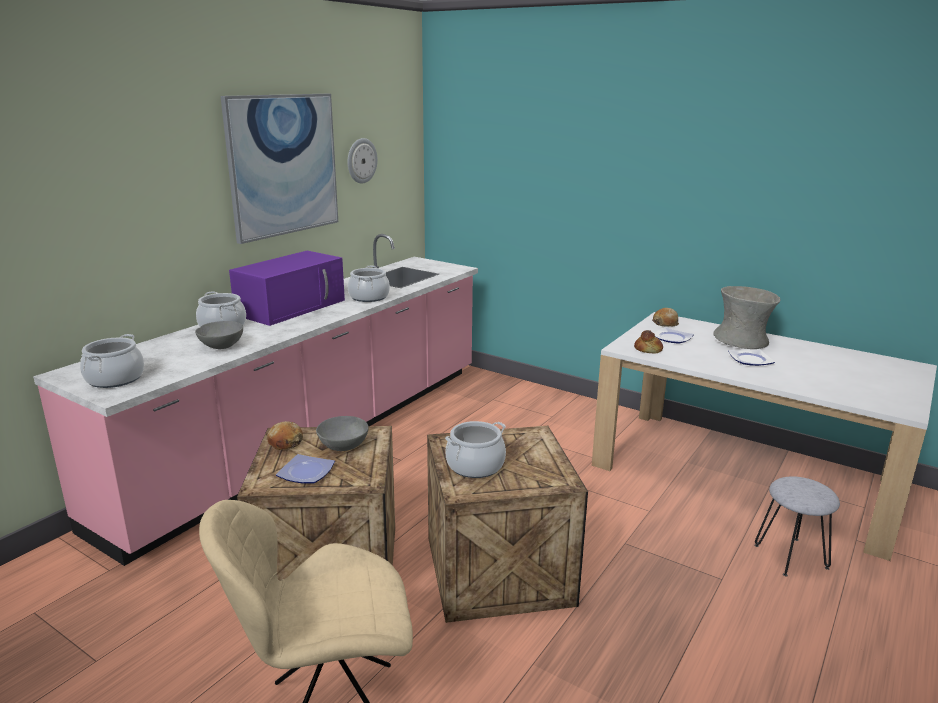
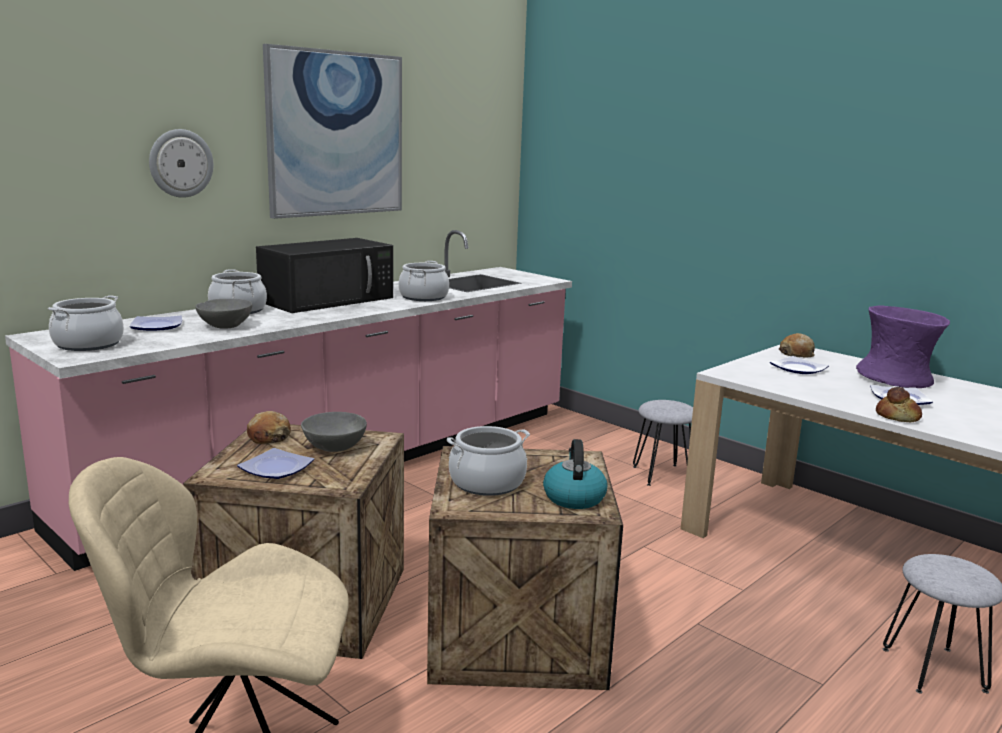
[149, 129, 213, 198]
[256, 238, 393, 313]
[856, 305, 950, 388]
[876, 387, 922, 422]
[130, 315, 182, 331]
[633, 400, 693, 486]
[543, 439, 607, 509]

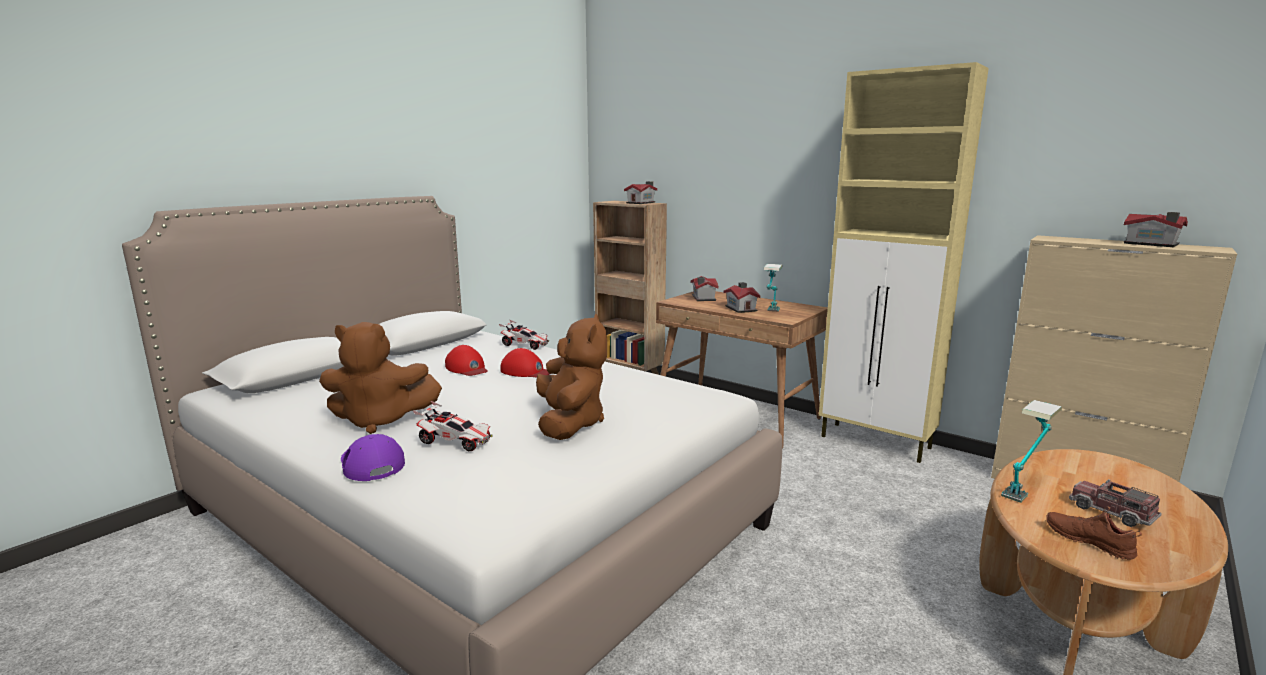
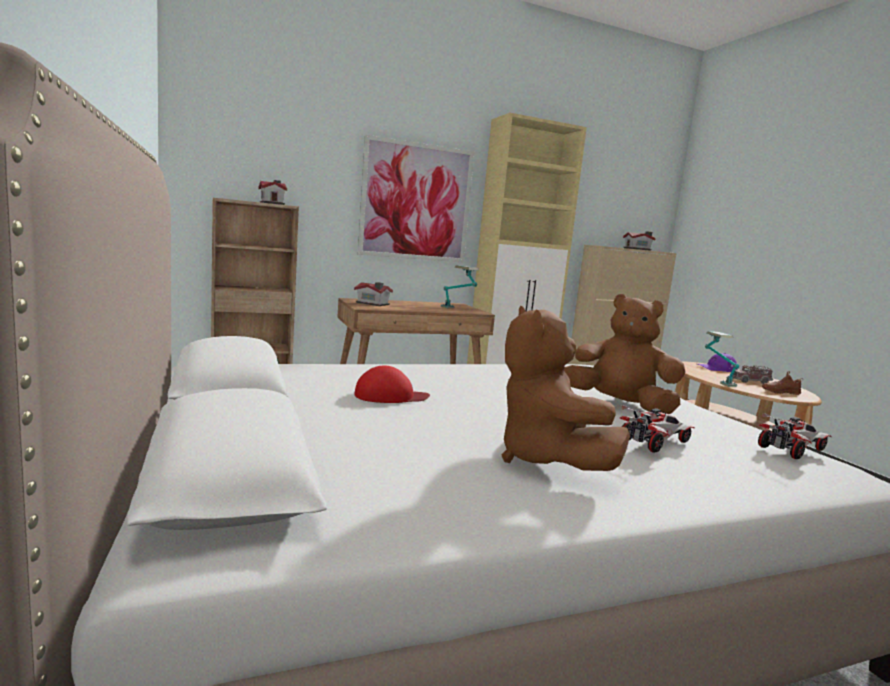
[724, 282, 761, 313] (first image)
[758, 413, 832, 459]
[502, 306, 630, 471]
[501, 348, 550, 377] (first image)
[697, 353, 737, 372]
[358, 135, 474, 263]

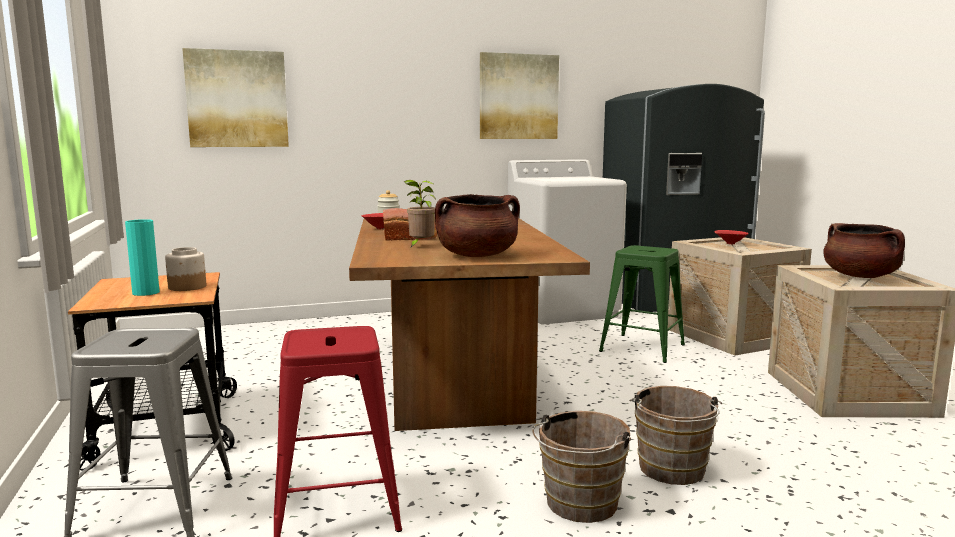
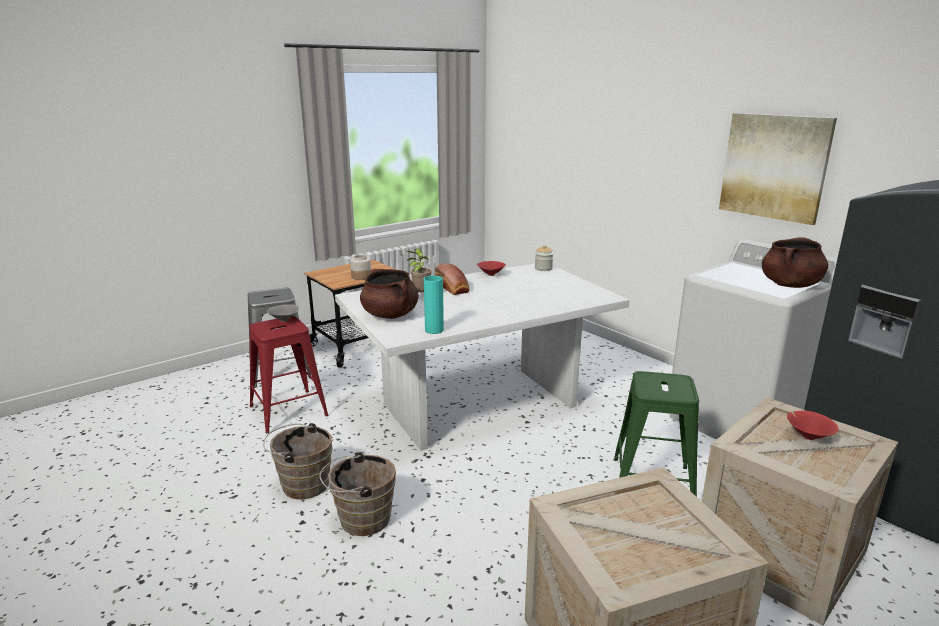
[182, 48, 289, 147] (first image)
[335, 264, 630, 451]
[424, 276, 444, 334]
[762, 237, 828, 288]
[267, 304, 299, 322]

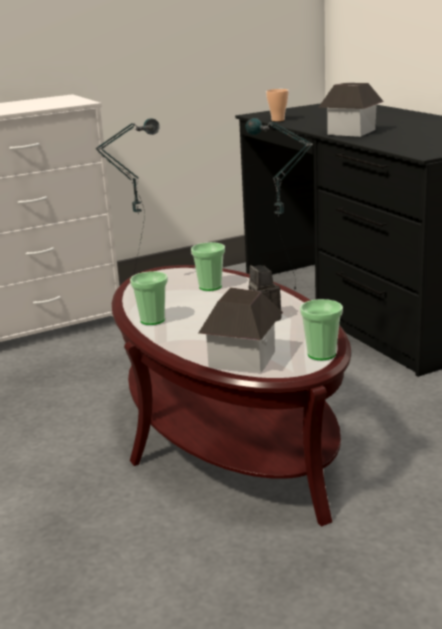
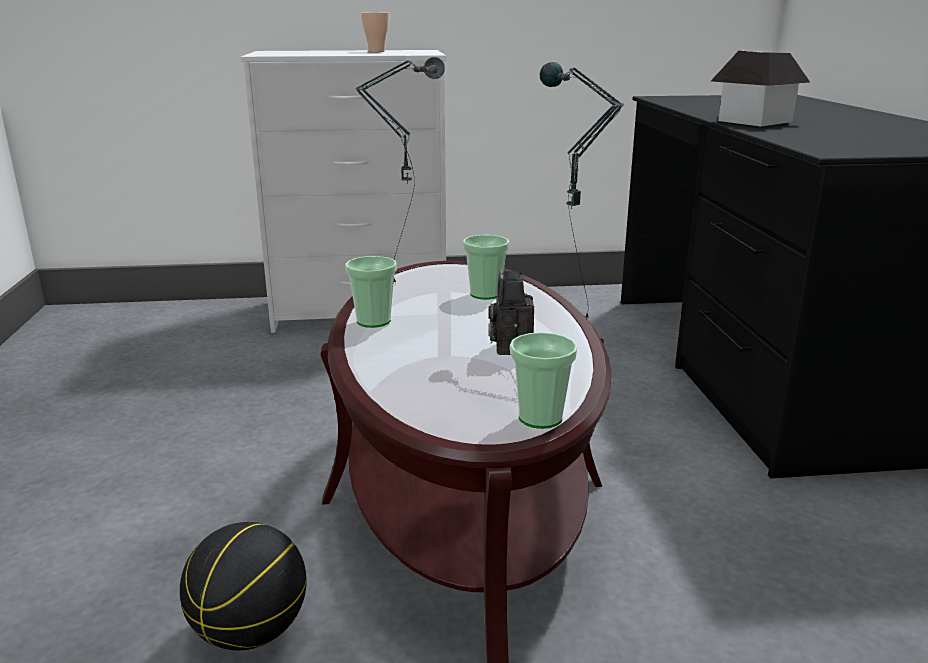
[361, 13, 390, 52]
[199, 287, 283, 373] (first image)
[180, 522, 307, 650]

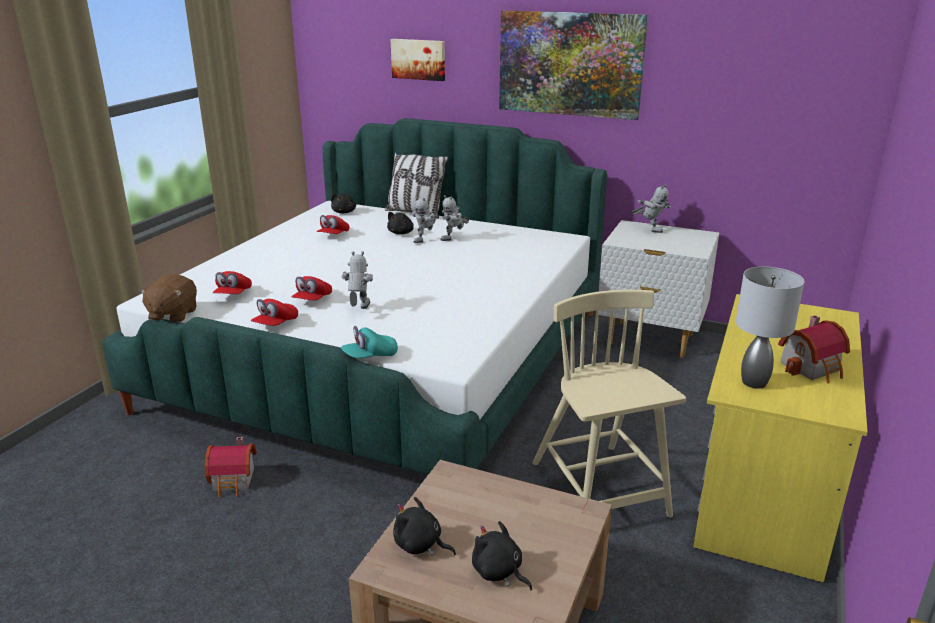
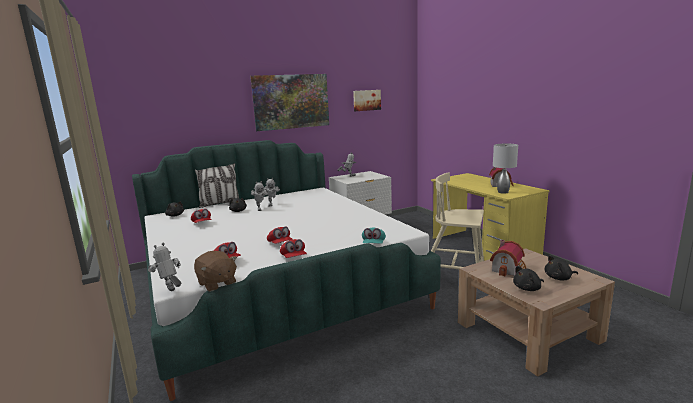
[353, 90, 381, 111]
[148, 242, 181, 291]
[490, 240, 527, 277]

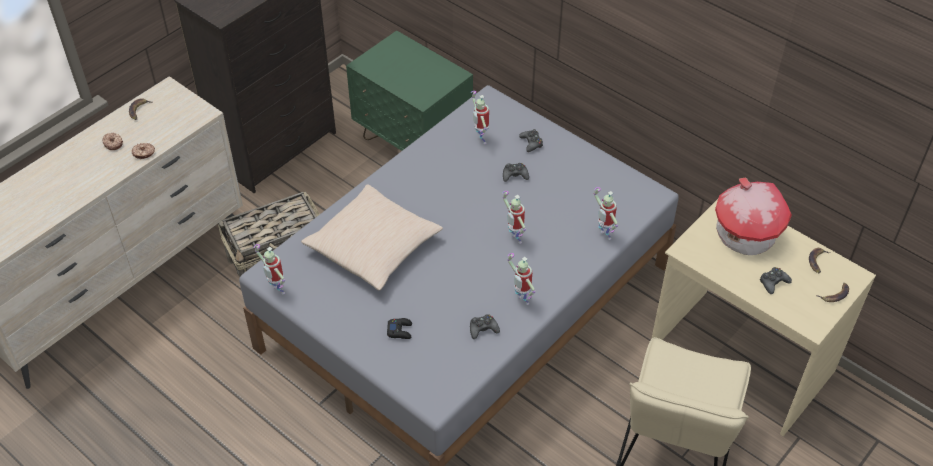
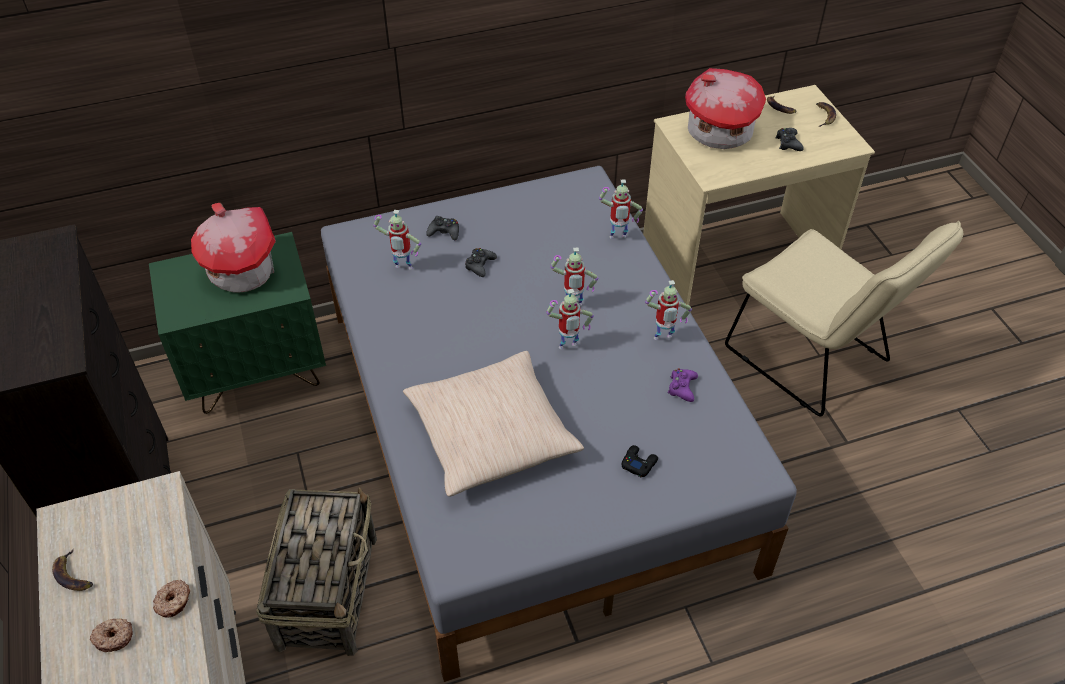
[546, 289, 594, 349]
[668, 369, 698, 402]
[191, 203, 276, 292]

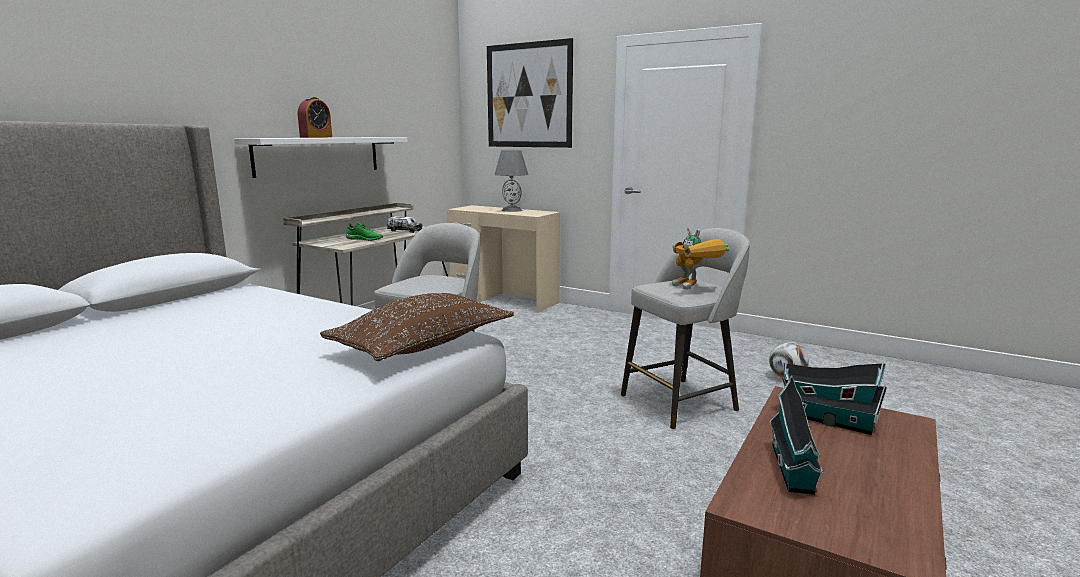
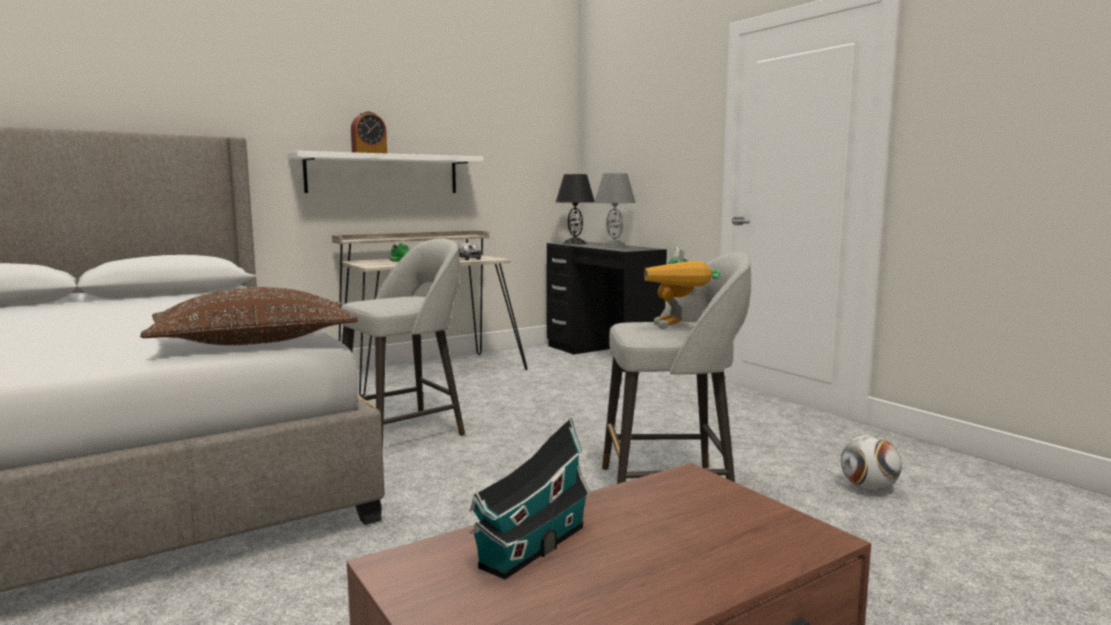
[487, 38, 573, 148] (first image)
[547, 241, 667, 372]
[782, 362, 887, 435] (first image)
[556, 174, 595, 244]

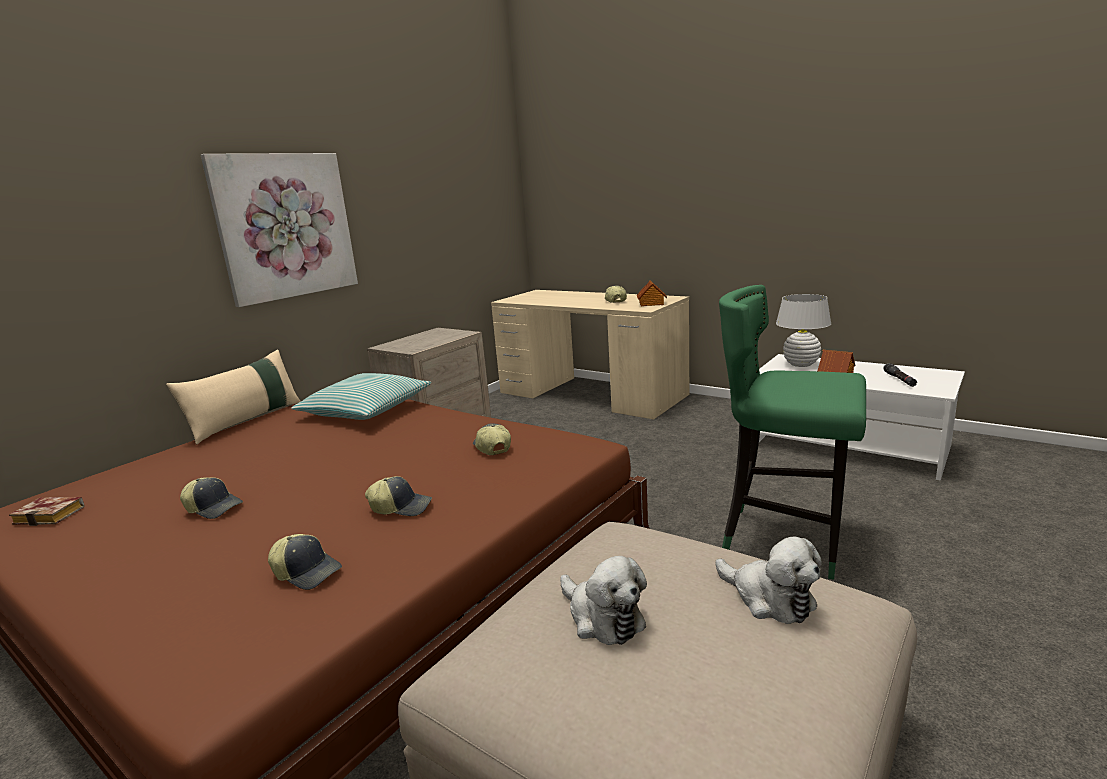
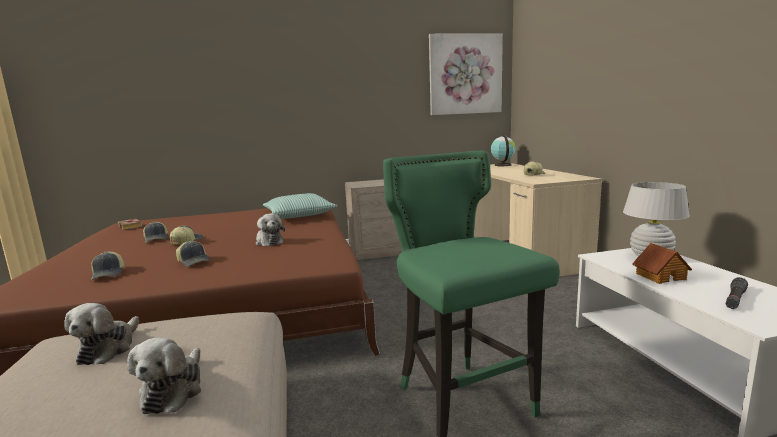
[429, 33, 503, 115]
[637, 281, 667, 306] (first image)
[166, 350, 301, 444] (first image)
[170, 226, 203, 245]
[491, 135, 516, 166]
[256, 213, 285, 246]

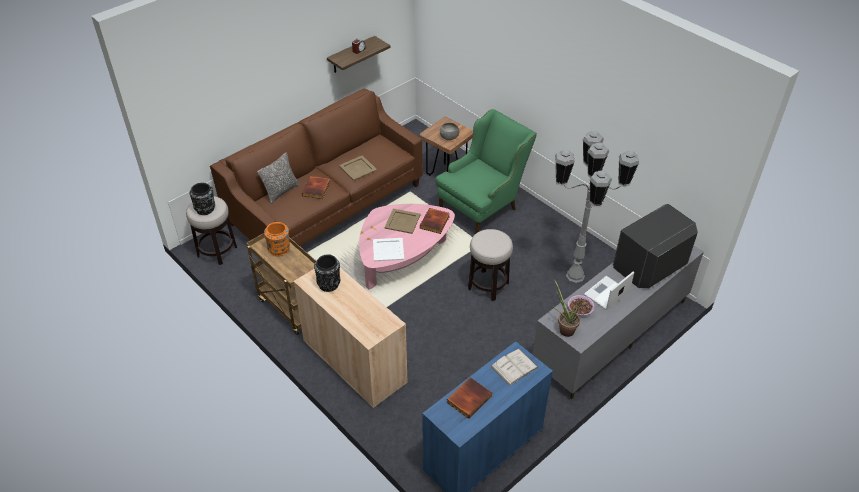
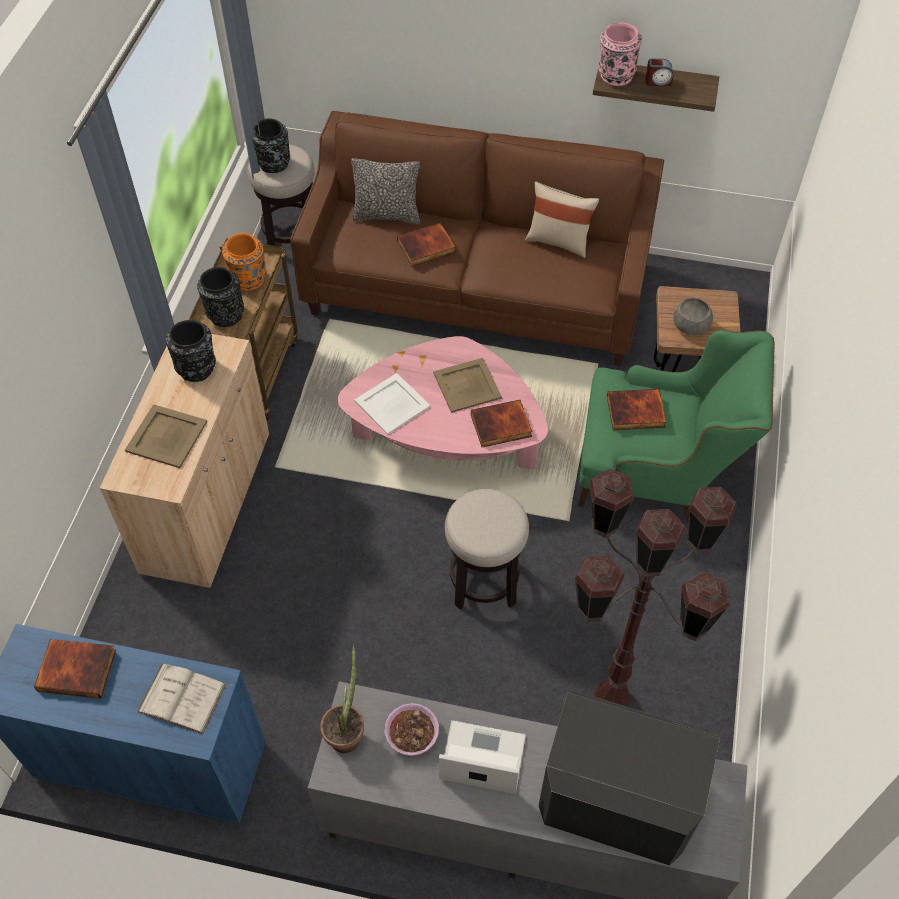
[574, 469, 737, 707]
[125, 404, 207, 468]
[598, 22, 642, 86]
[525, 181, 599, 258]
[197, 267, 244, 327]
[607, 389, 666, 430]

